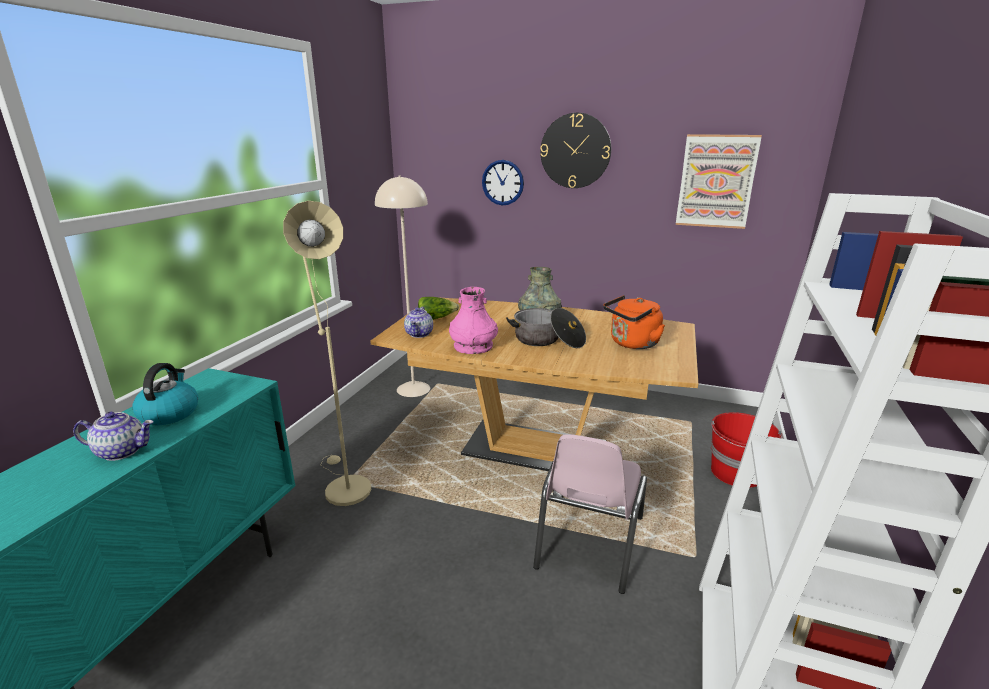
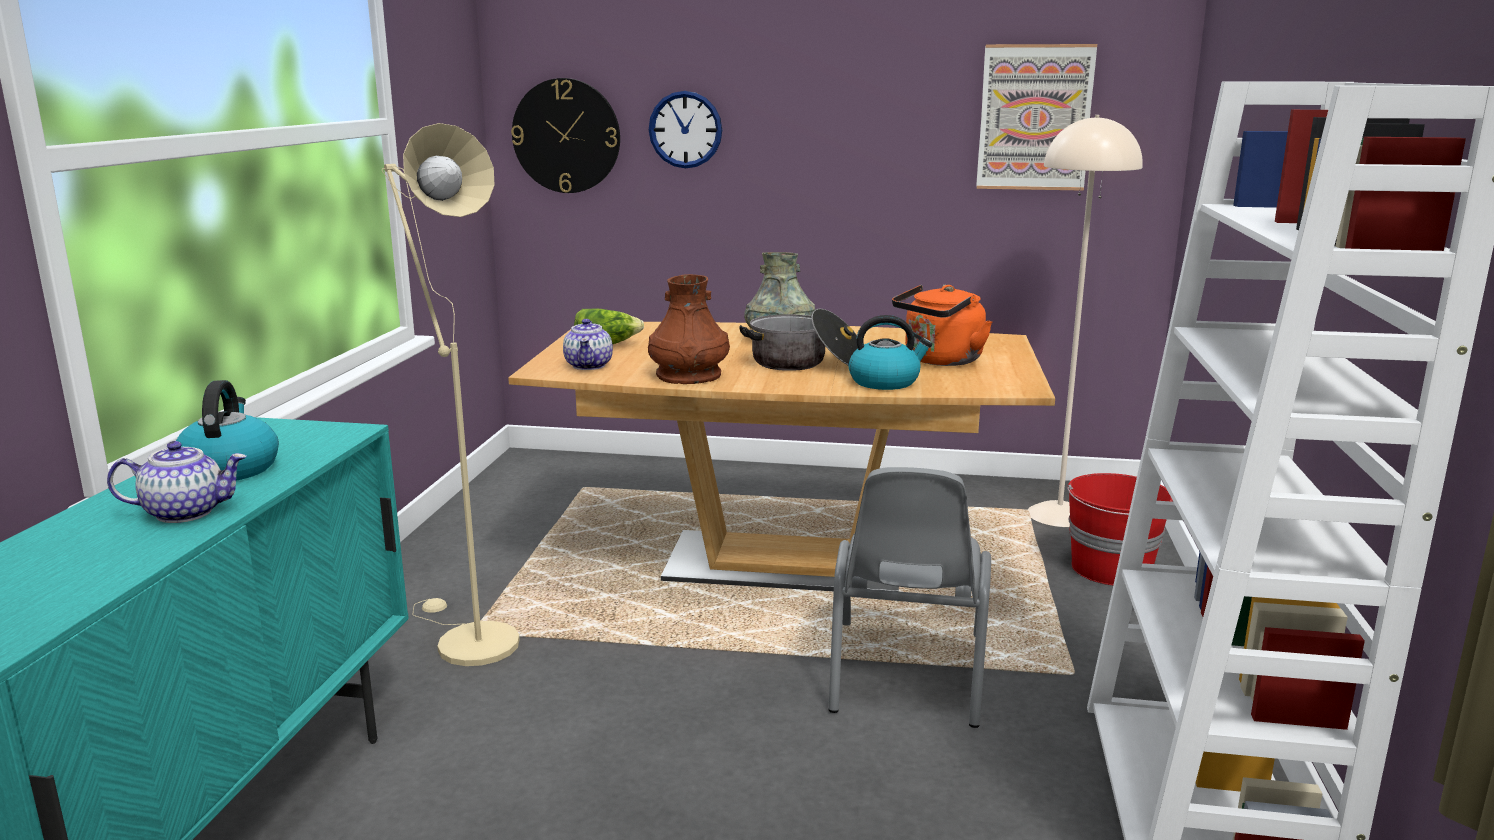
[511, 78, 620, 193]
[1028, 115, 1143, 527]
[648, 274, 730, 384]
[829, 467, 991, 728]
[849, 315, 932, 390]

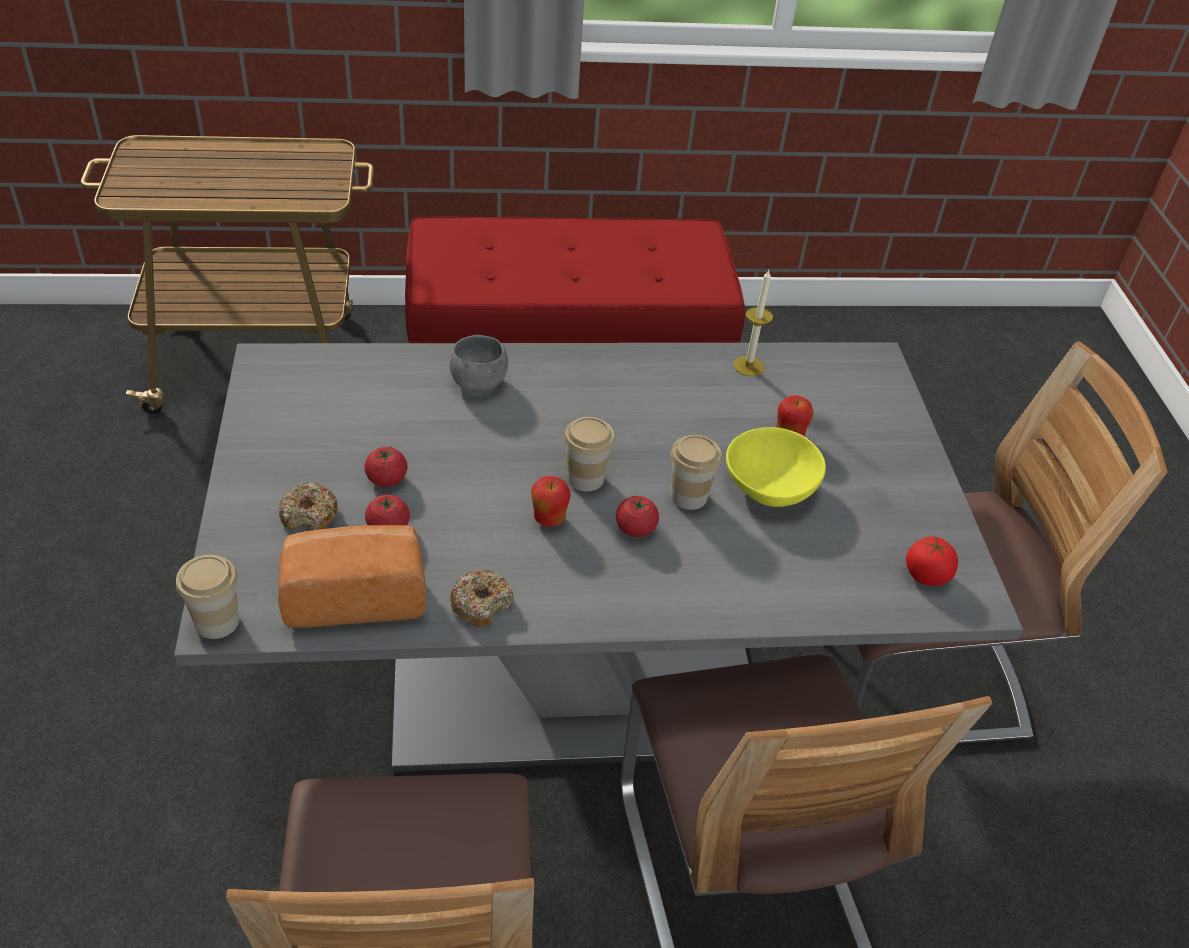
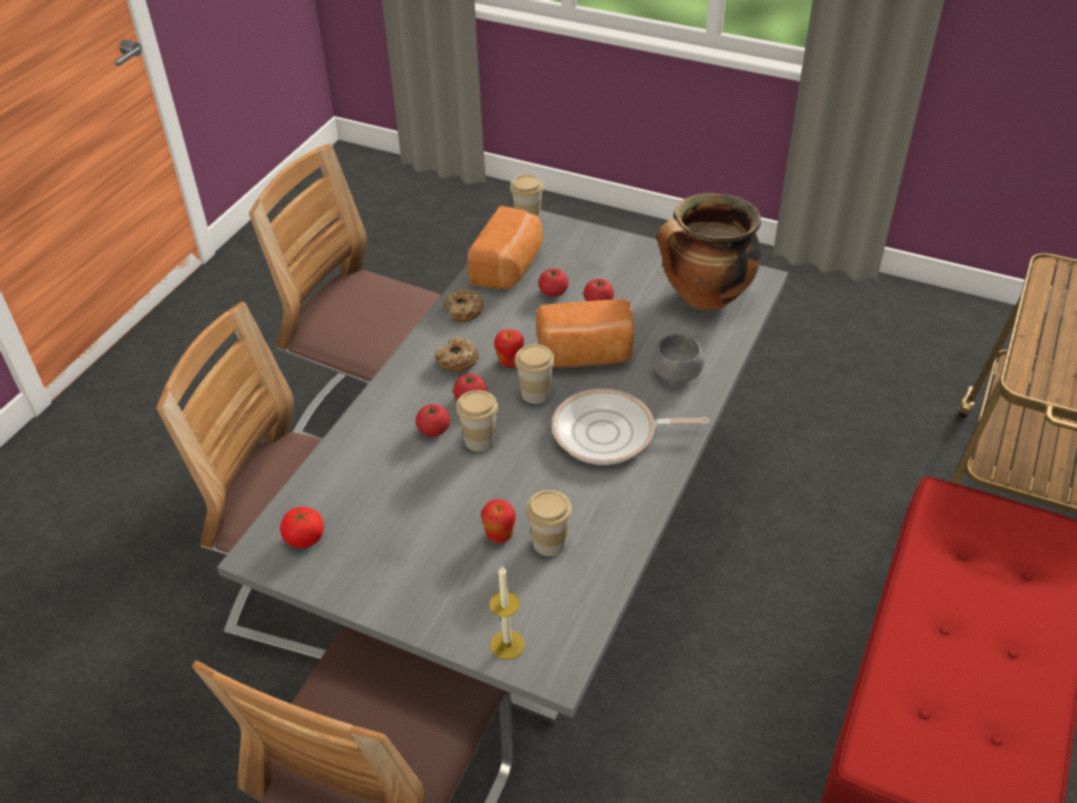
[489, 566, 525, 660]
[726, 427, 826, 507] (first image)
[435, 337, 479, 372]
[657, 193, 761, 310]
[536, 299, 634, 367]
[551, 389, 710, 465]
[416, 404, 450, 437]
[526, 490, 572, 556]

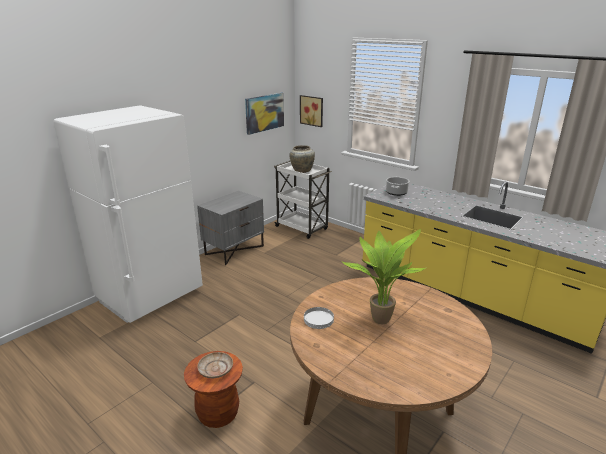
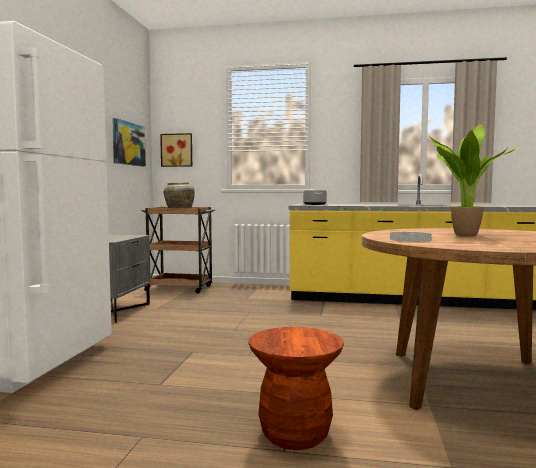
[142, 207, 216, 293]
[197, 352, 233, 378] (first image)

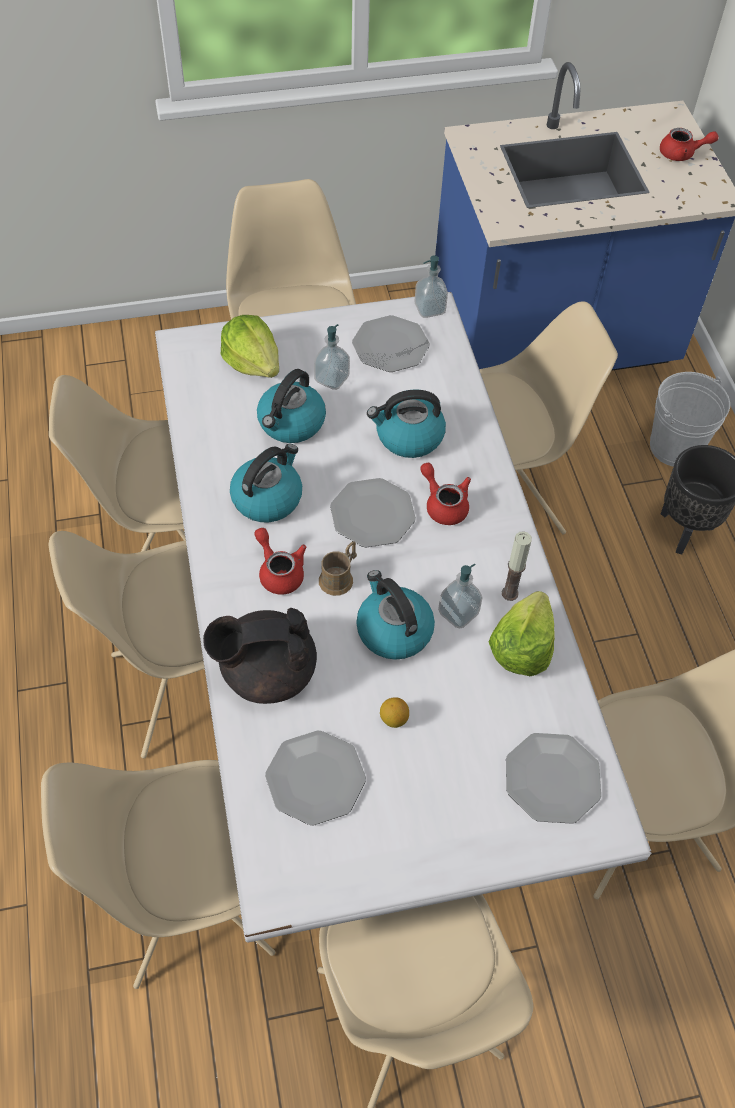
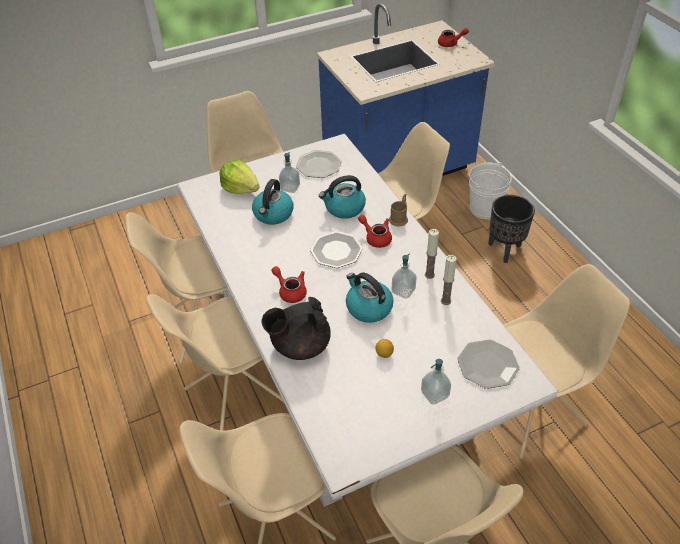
[421, 359, 451, 405]
[230, 444, 302, 522] (first image)
[389, 194, 408, 227]
[441, 255, 457, 305]
[265, 731, 366, 825] (first image)

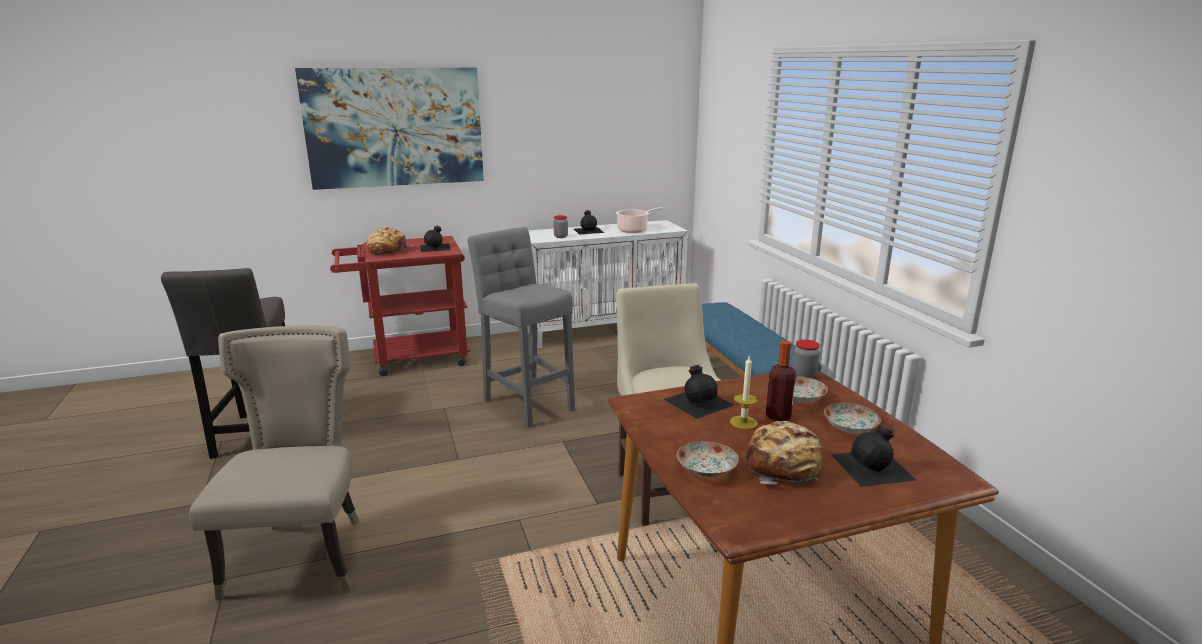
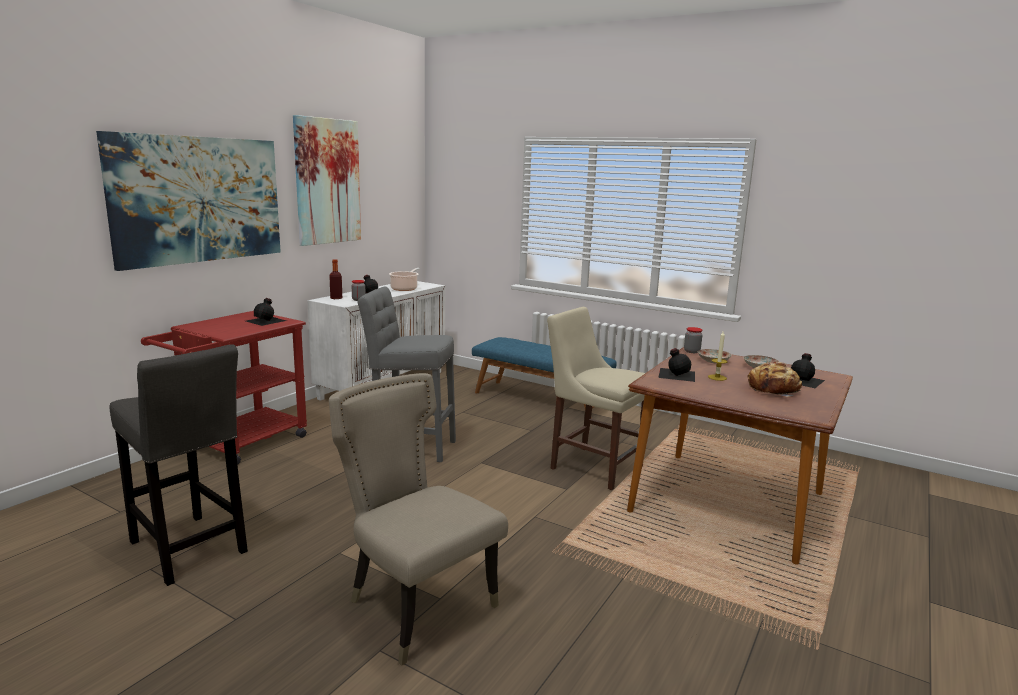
[366, 227, 413, 255] (first image)
[329, 259, 342, 299]
[677, 441, 739, 478] (first image)
[293, 115, 361, 246]

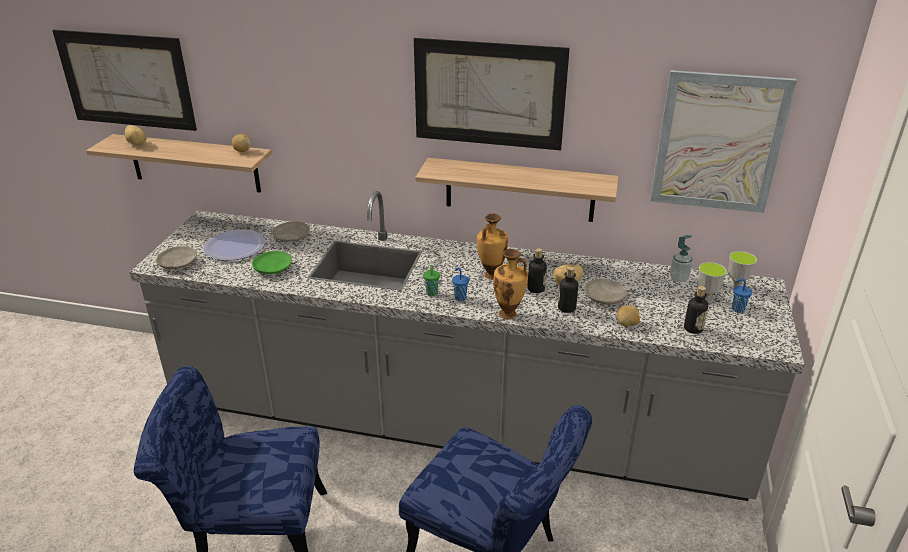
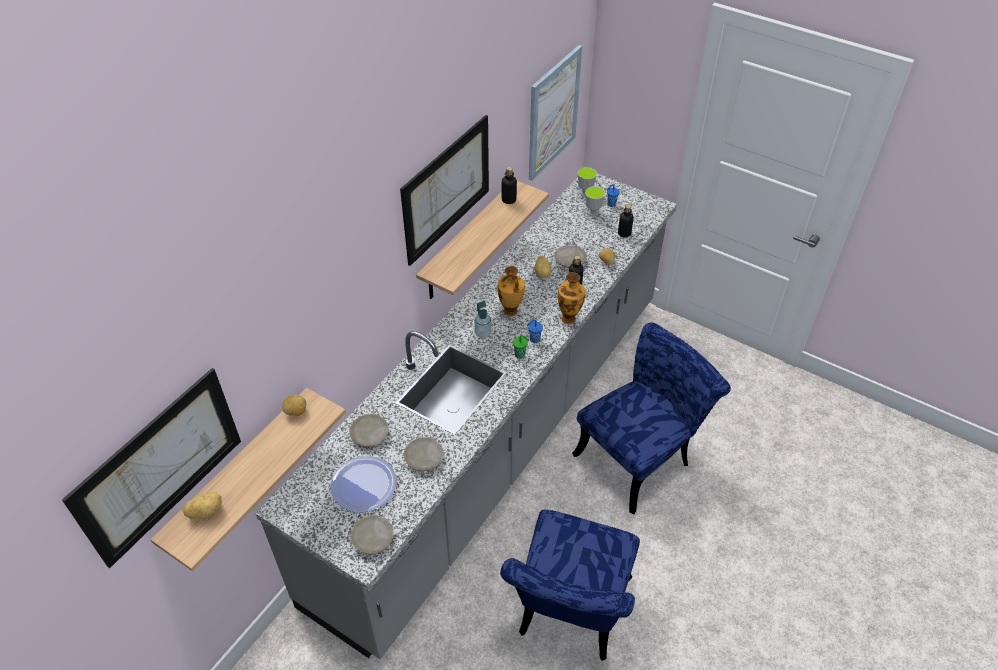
[474, 301, 492, 338]
[502, 167, 517, 204]
[404, 437, 444, 471]

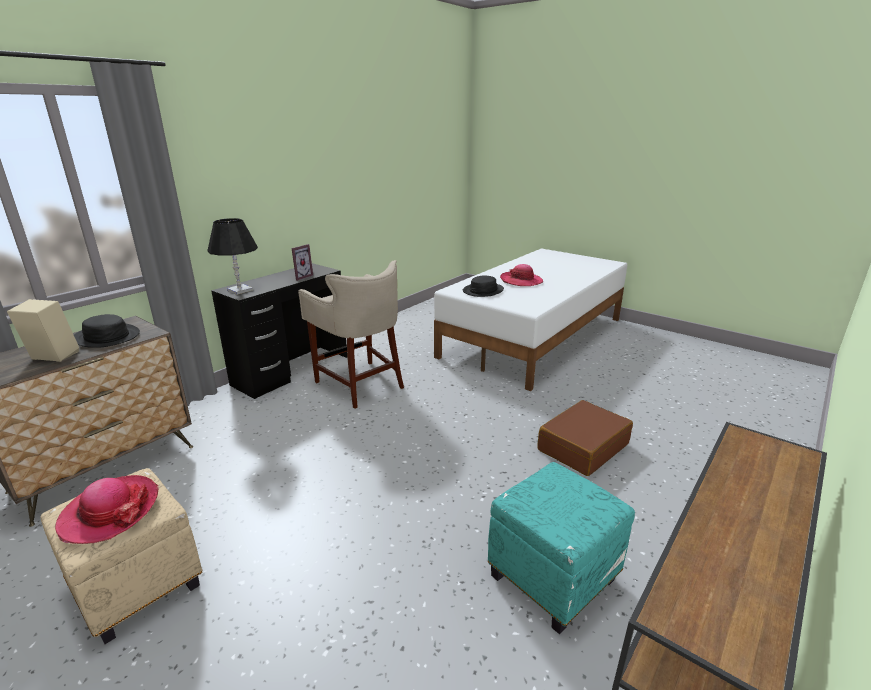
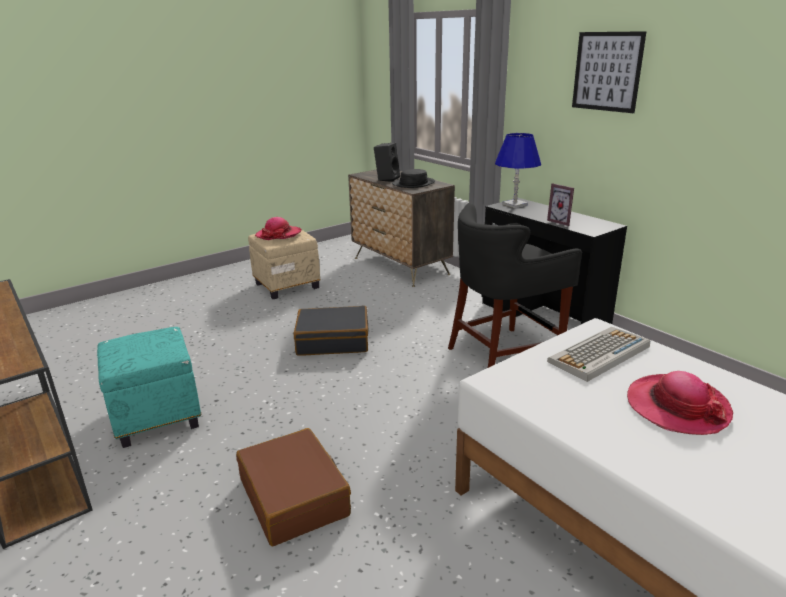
[495, 133, 541, 208]
[448, 203, 582, 368]
[547, 327, 650, 382]
[374, 143, 400, 182]
[572, 31, 646, 113]
[294, 306, 368, 356]

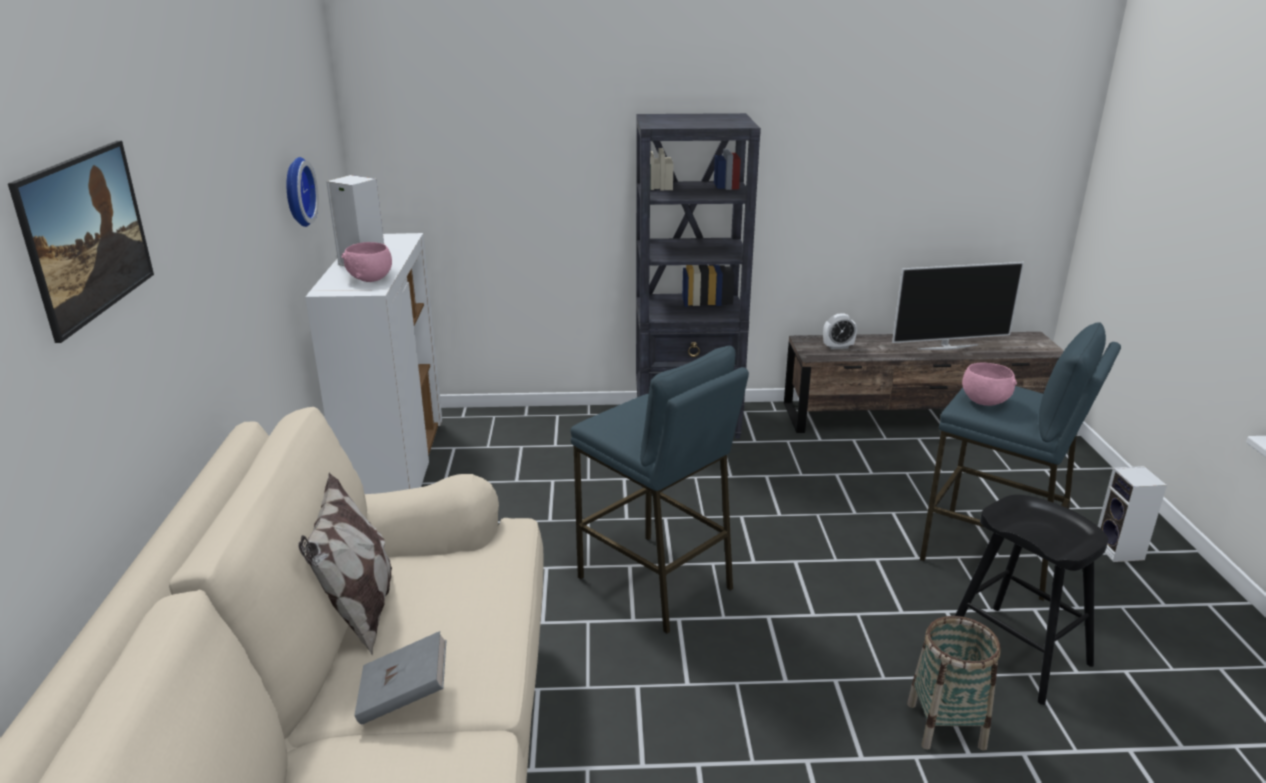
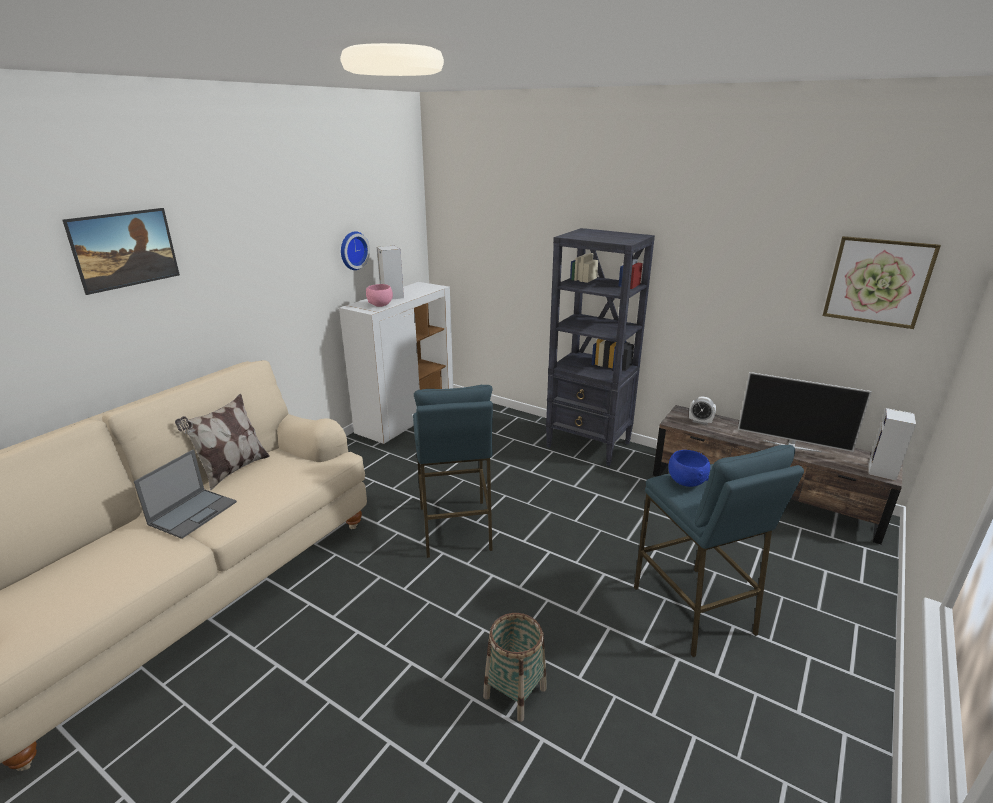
[668, 450, 710, 487]
[868, 408, 916, 481]
[955, 494, 1108, 705] (first image)
[134, 450, 237, 539]
[823, 236, 941, 329]

